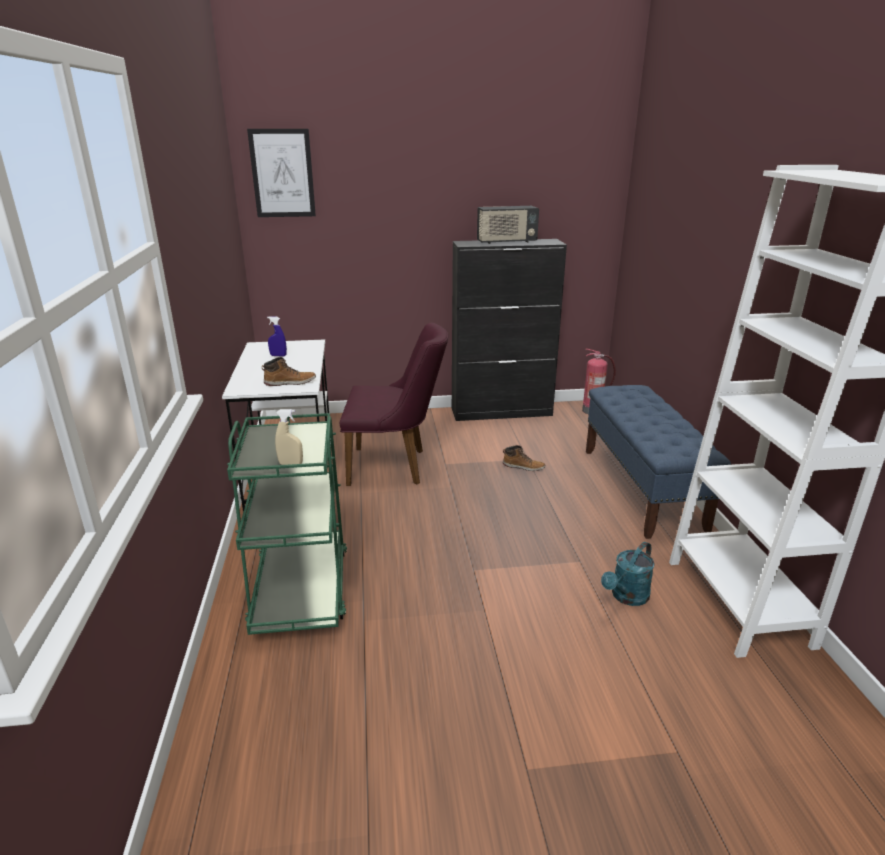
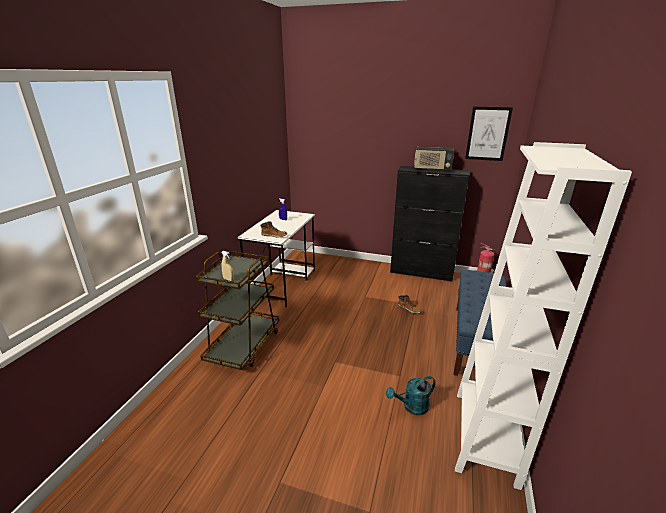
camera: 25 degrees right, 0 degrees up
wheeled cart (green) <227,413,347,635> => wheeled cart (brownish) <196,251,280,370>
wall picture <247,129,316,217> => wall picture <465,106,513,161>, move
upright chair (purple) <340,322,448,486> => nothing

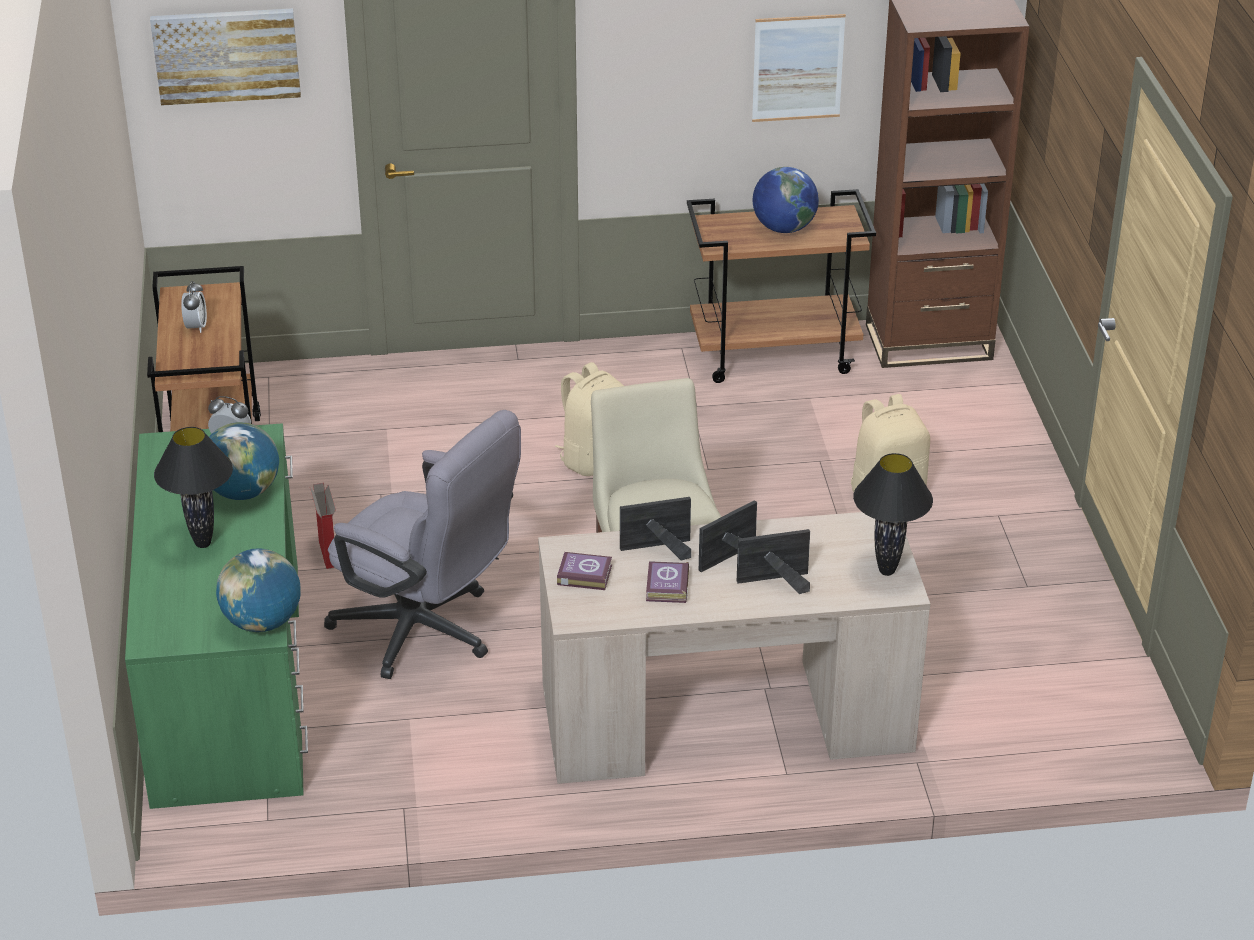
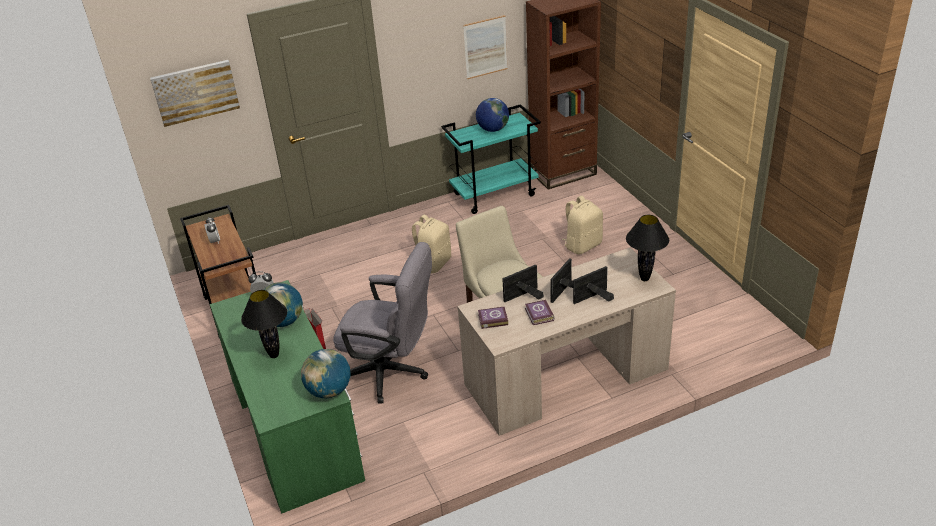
camera: 15 degrees left, 0 degrees up
wheeled cart (brownish) <687,189,876,383> => wheeled cart (blue-green) <441,104,541,214>

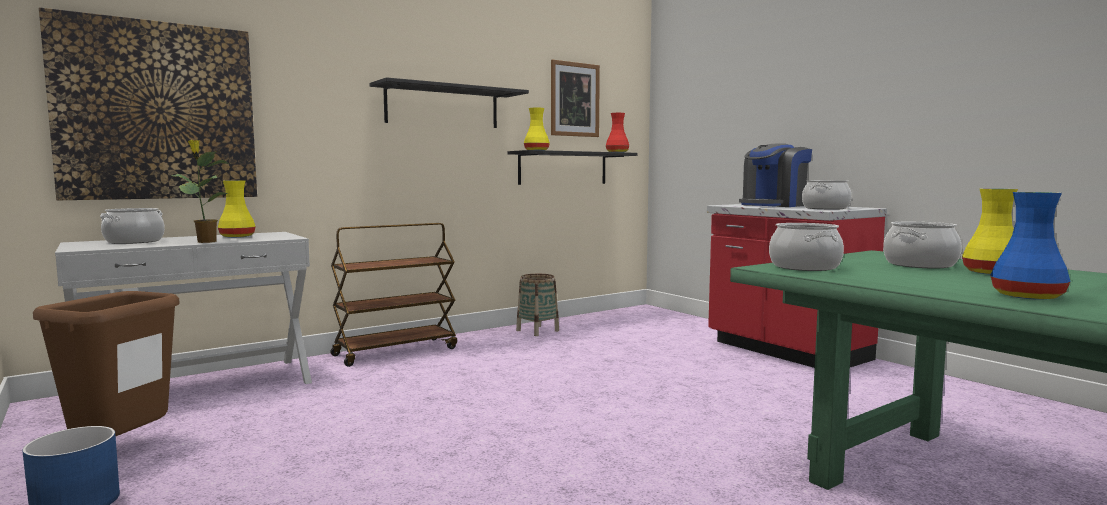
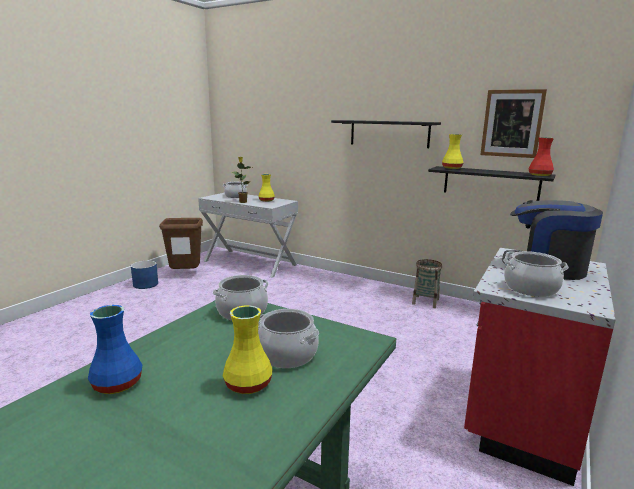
camera: 65 degrees right, 10 degrees up
wall picture <39,7,257,200> => nothing
wheeled cart (brownish) <330,223,457,367> => nothing

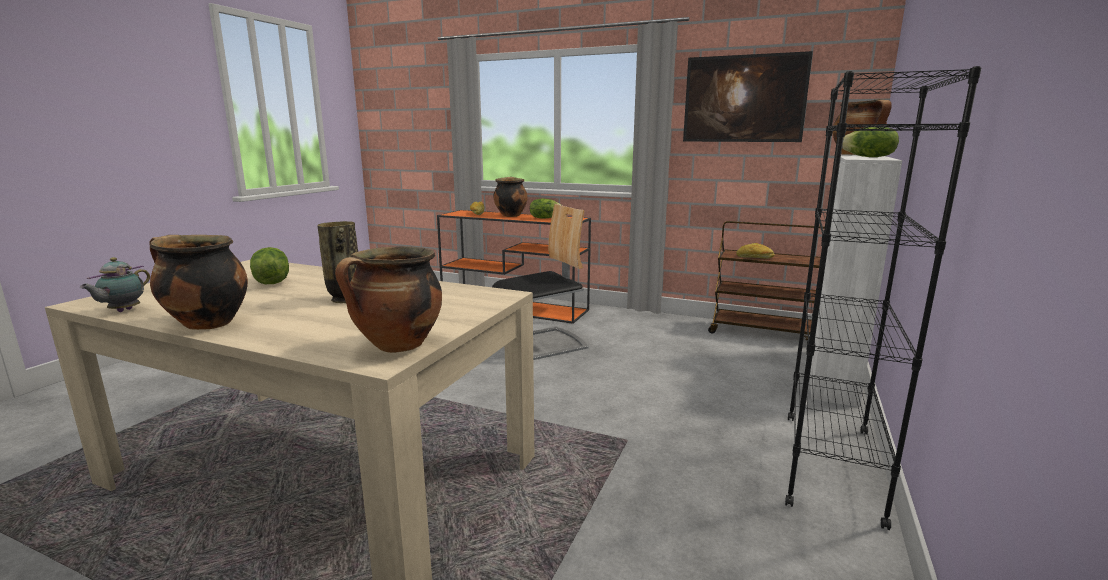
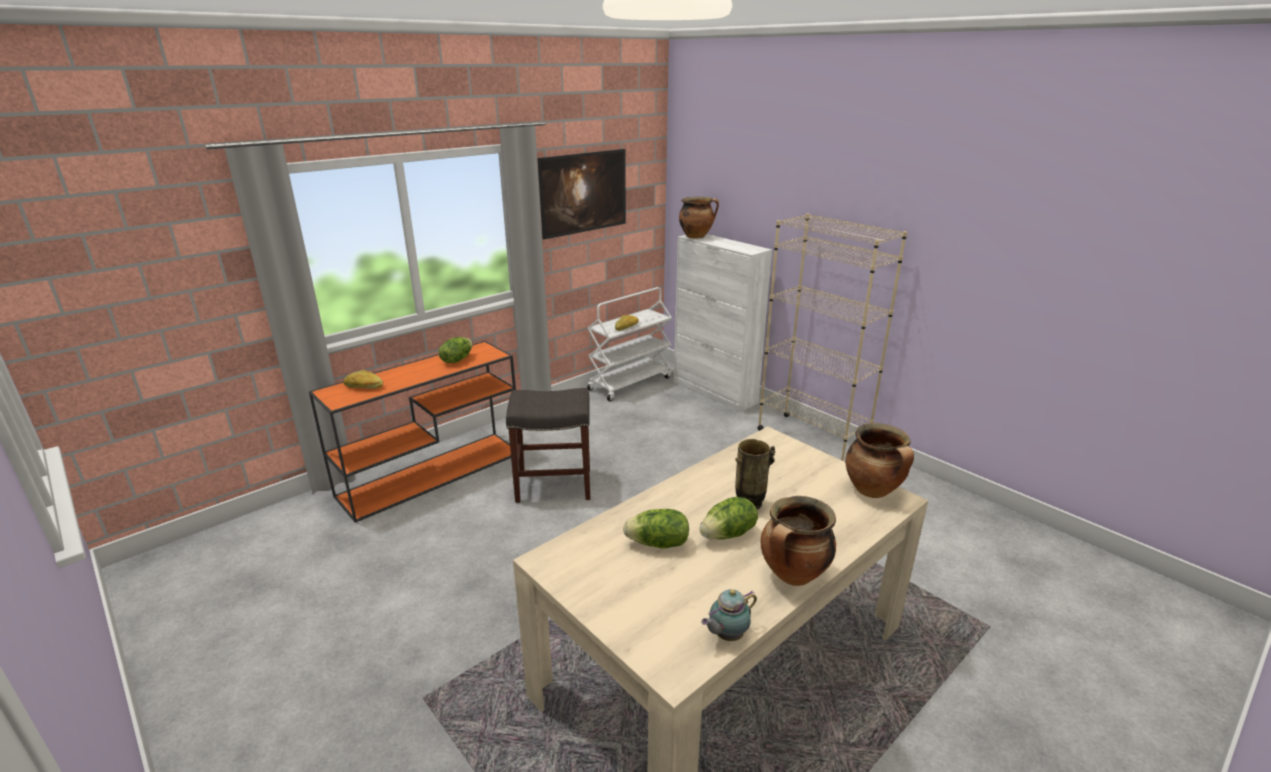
camera: 65 degrees left, 10 degrees up
upright chair <492,204,589,360> => stool (gray) <506,388,590,503>
wheeled cart (brownish) <708,221,825,343> => wheeled cart (whitish) <587,287,672,401>
lettuce head <842,127,899,157> => lettuce head <699,497,758,540>, move
tea pot <80,257,150,312> => tea pot <701,589,757,641>, 105 degrees clockwise
bookshelf (black) <785,66,981,530> => bookshelf (beige-coloured) <757,213,907,461>
cooking pot <494,177,528,217> => nothing

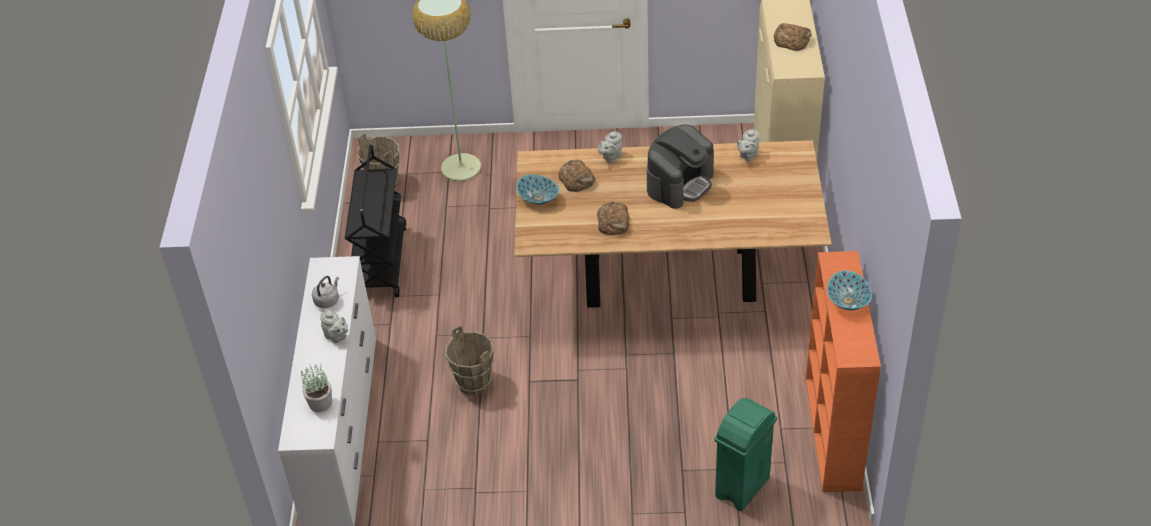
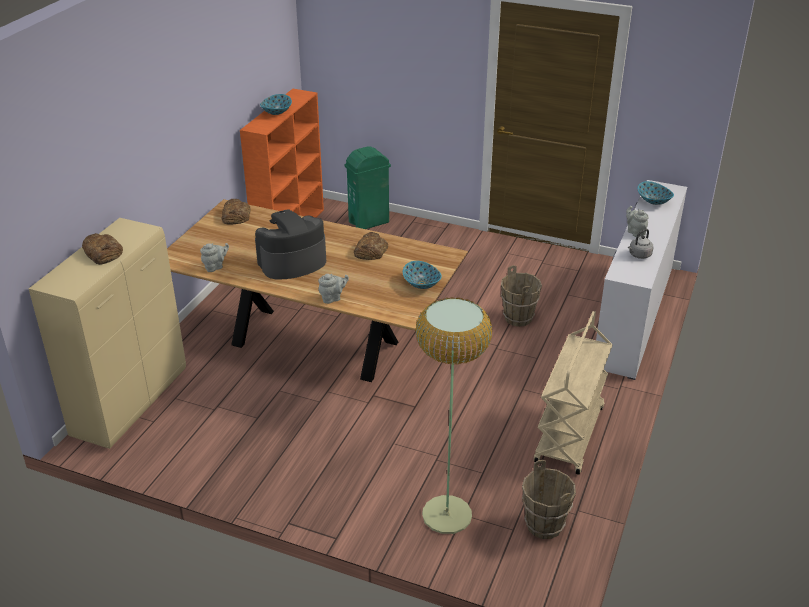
camera: 160 degrees left, 10 degrees down
baked bread <559,160,595,192> => baked bread <222,199,251,225>, move
wheeled cart (black) <345,145,407,297> => wheeled cart (beige-coloured) <534,311,613,475>
plant in a pot <301,364,332,412> => deep dish <638,181,674,205>

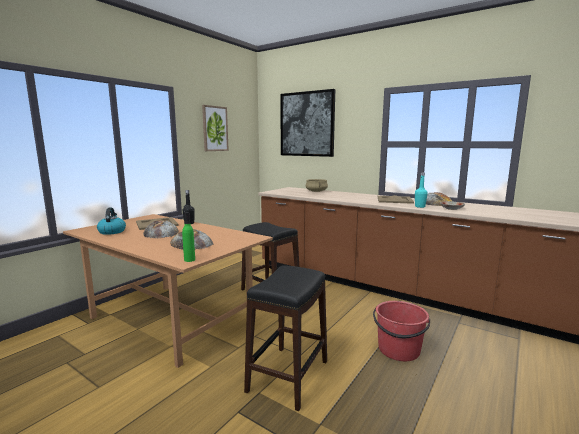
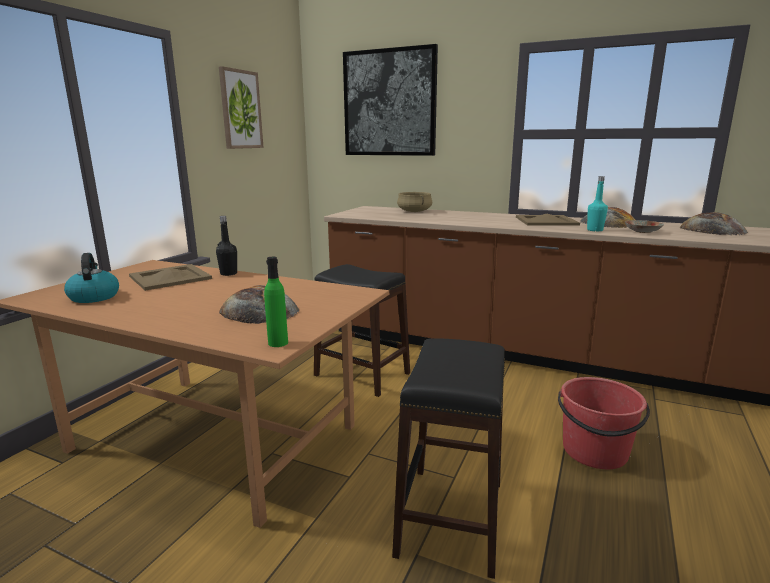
camera: 10 degrees left, 5 degrees up
baked bread <143,220,179,238> => baked bread <679,212,748,235>, move

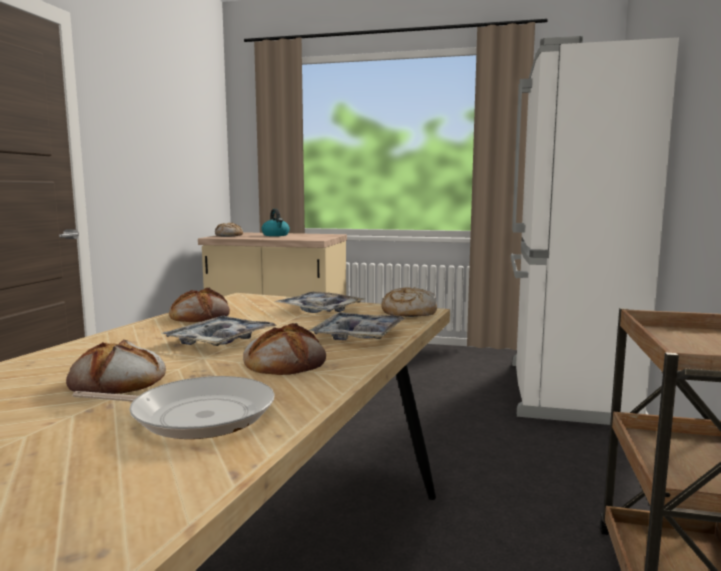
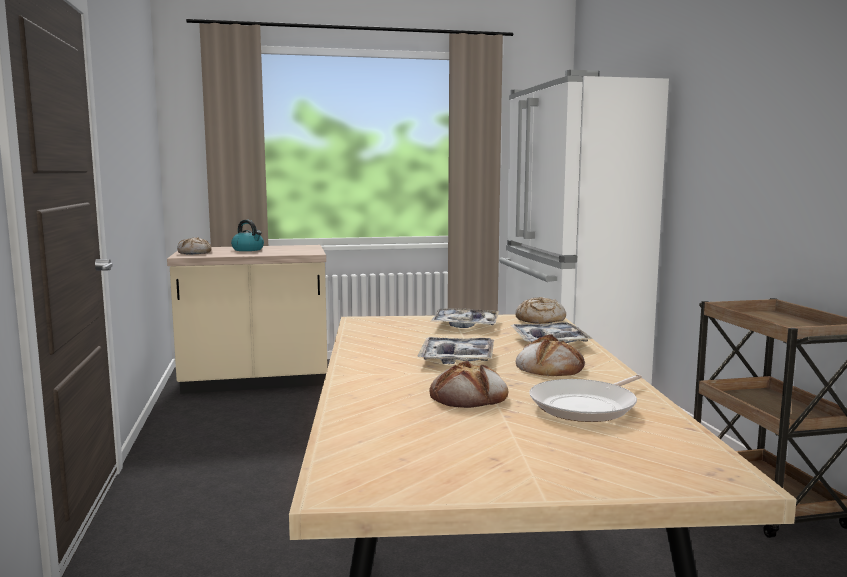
camera: 25 degrees left, 0 degrees up
skillet <72,376,275,439> => skillet <529,374,642,422>, 150 degrees clockwise
baked bread <169,288,230,322> => nothing

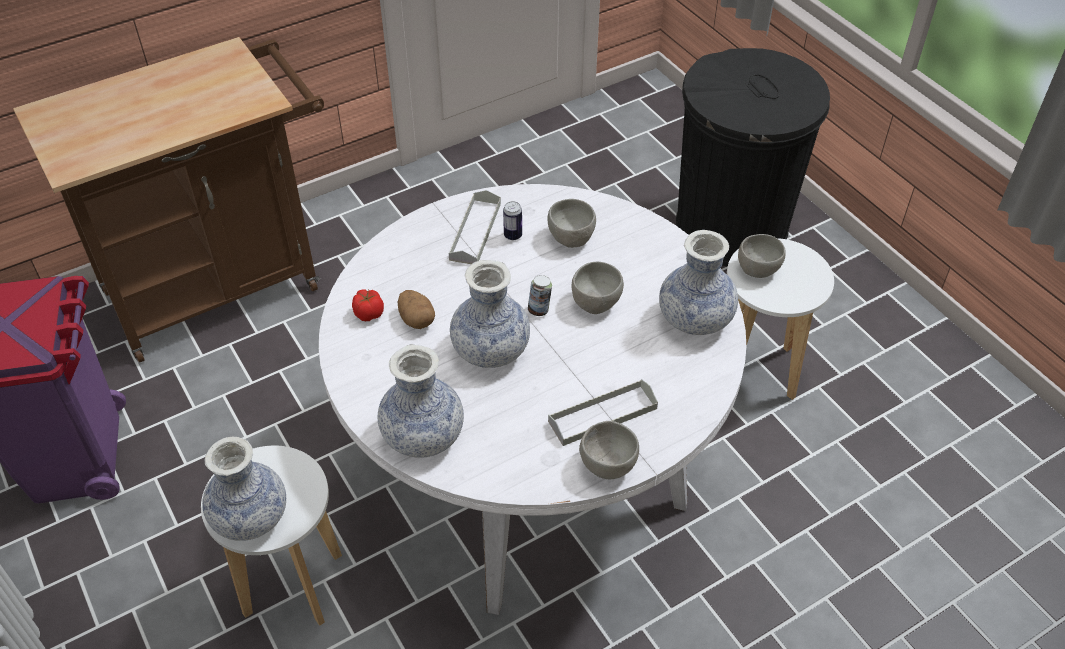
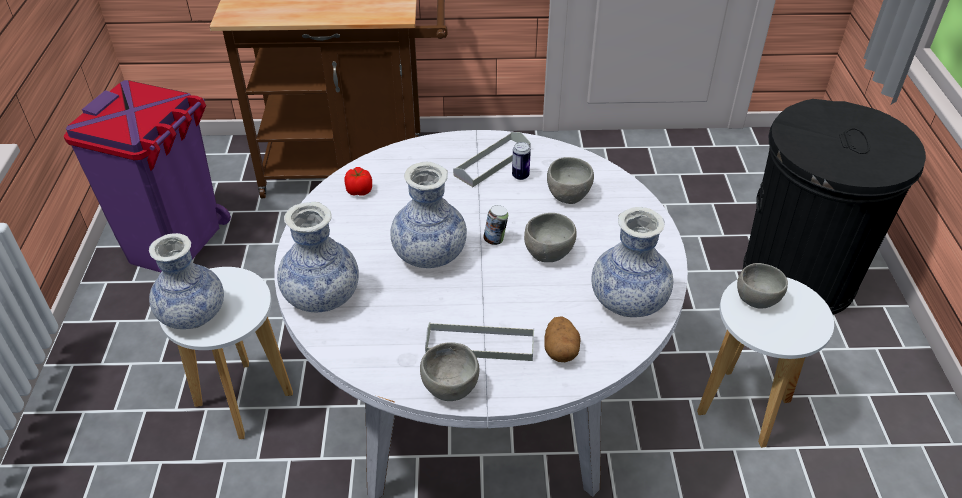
camera: 30 degrees right, 5 degrees down
potato <397,290,435,329> => potato <544,316,580,362>, move

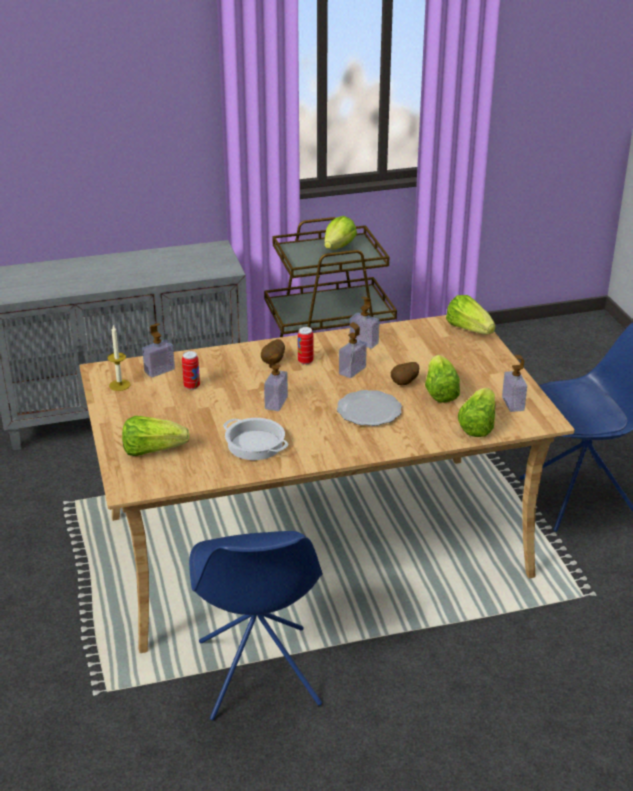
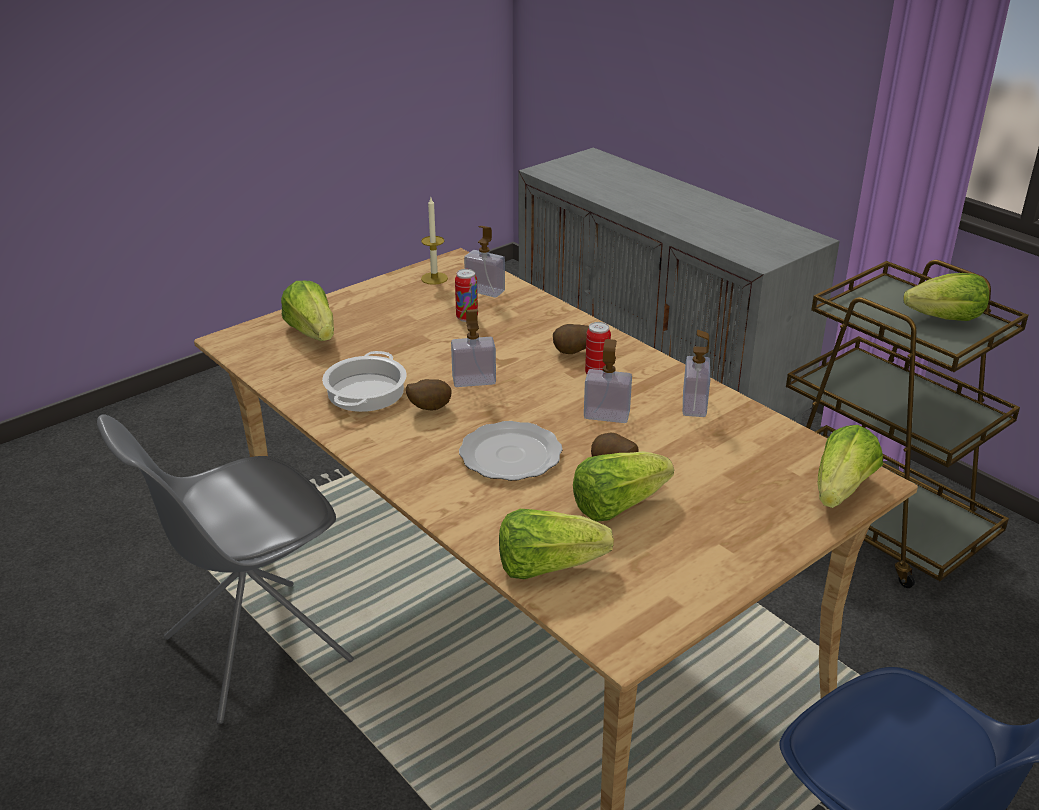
camera: 65 degrees right, 0 degrees up
upright chair (blue-coloured) <189,531,323,721> => upright chair (gray) <97,414,354,724>
nothing => potato <406,379,452,410>
soap dispenser <502,354,527,412> => nothing

